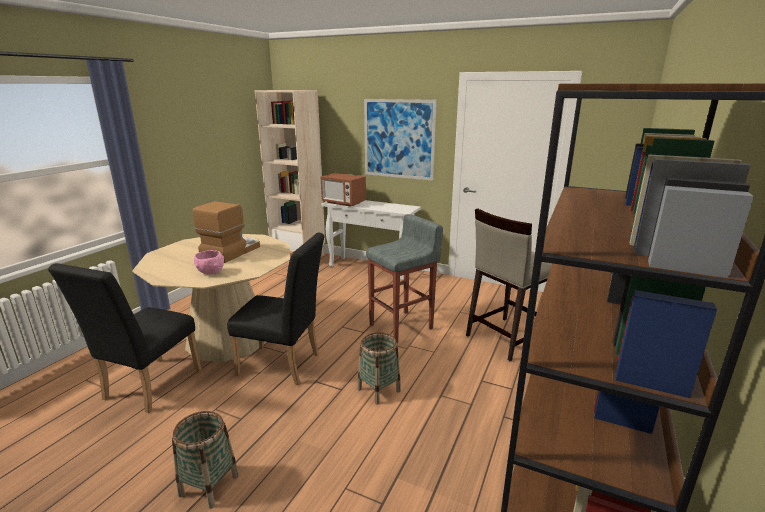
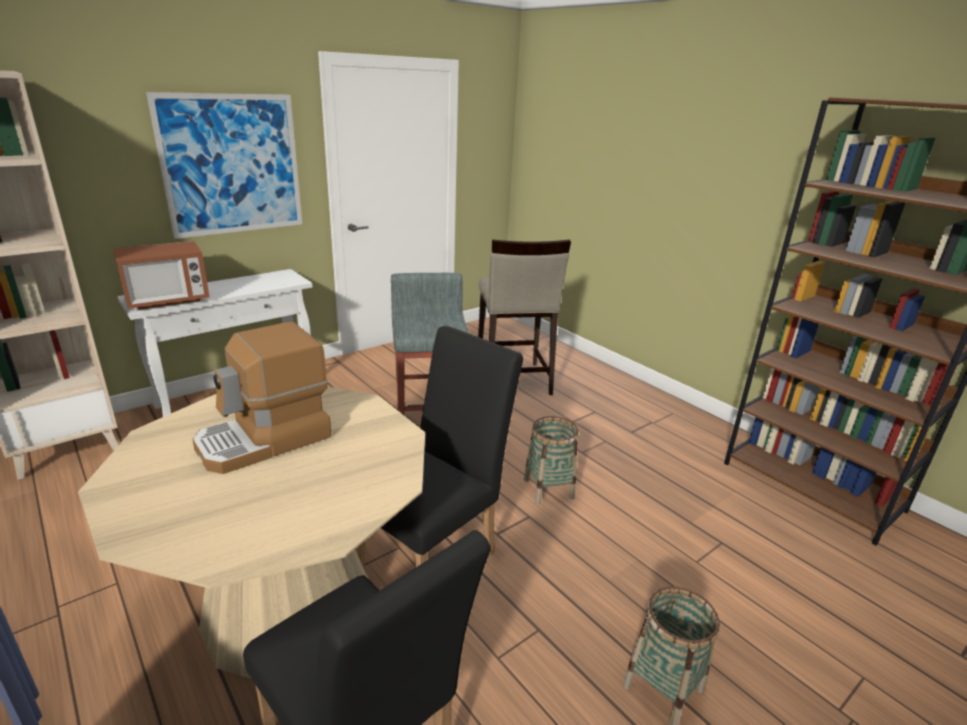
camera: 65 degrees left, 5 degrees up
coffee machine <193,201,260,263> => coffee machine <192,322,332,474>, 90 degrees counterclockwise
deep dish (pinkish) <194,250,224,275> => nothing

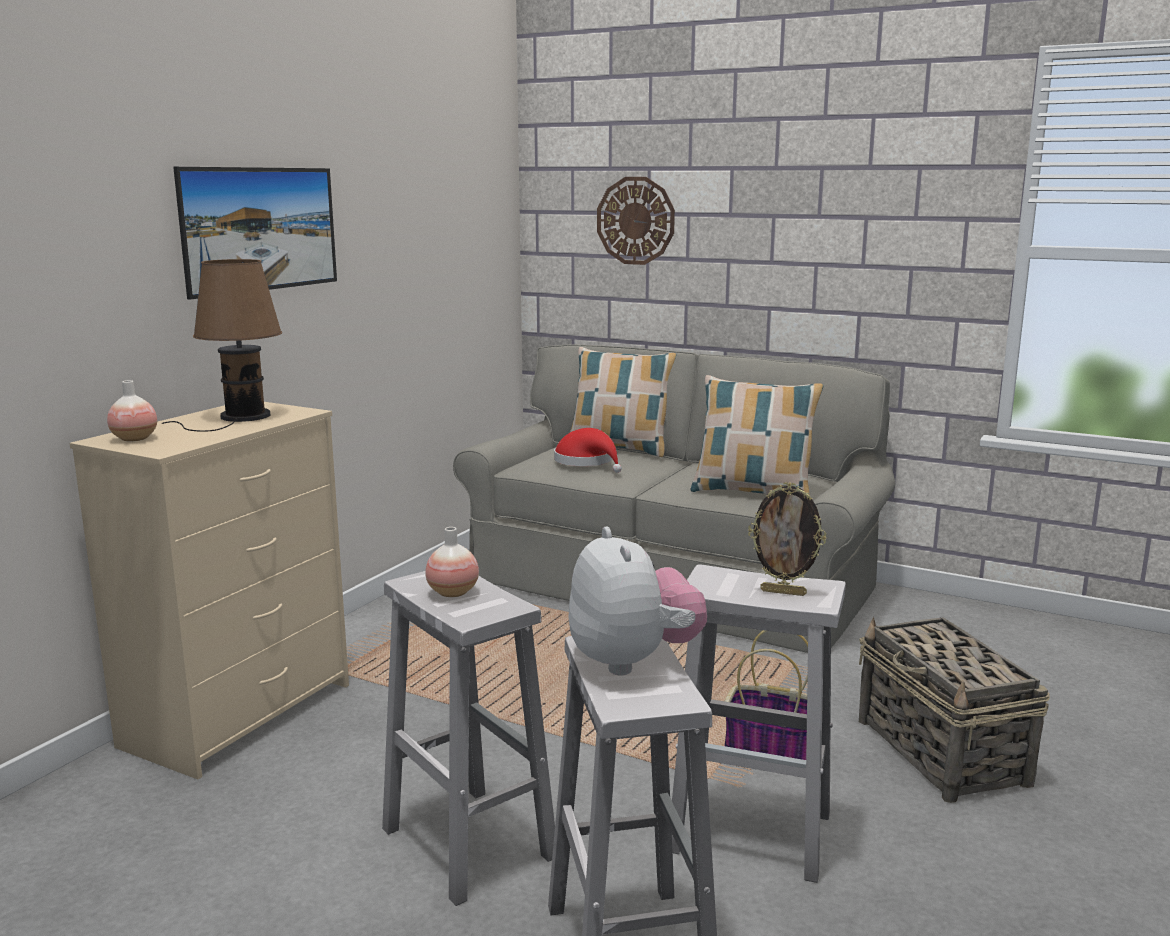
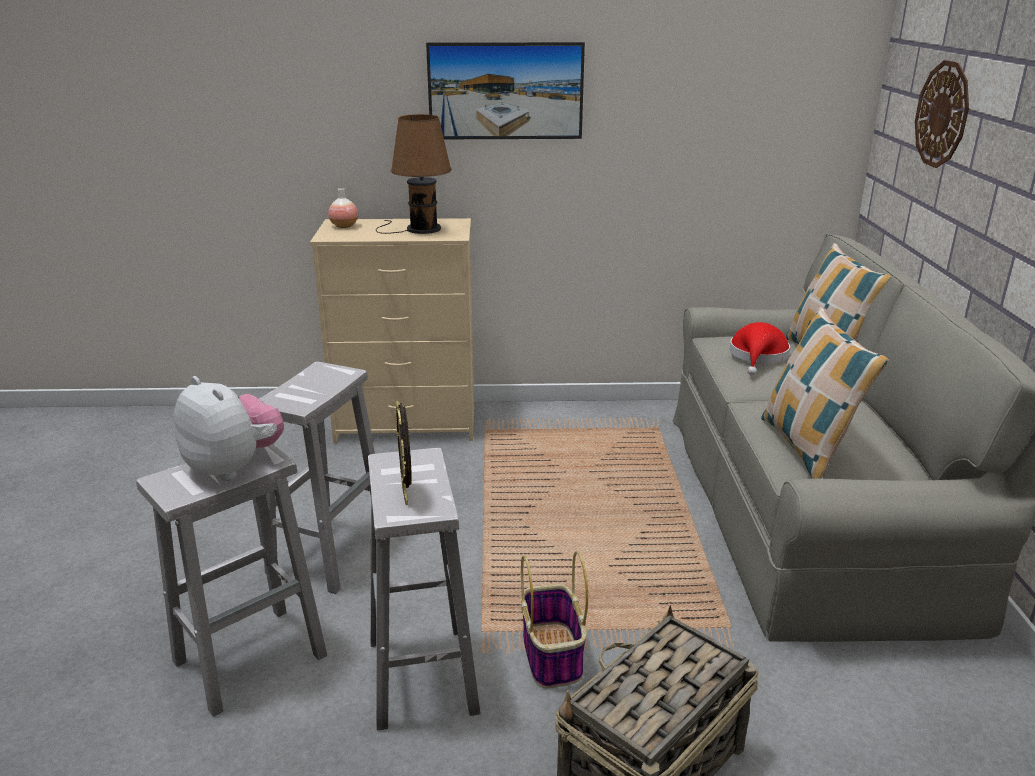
camera: 60 degrees right, 10 degrees up
cuddly toy <569,527,707,676> => cuddly toy <174,376,284,481>, 90 degrees counterclockwise
flower vase <425,527,479,597> => nothing

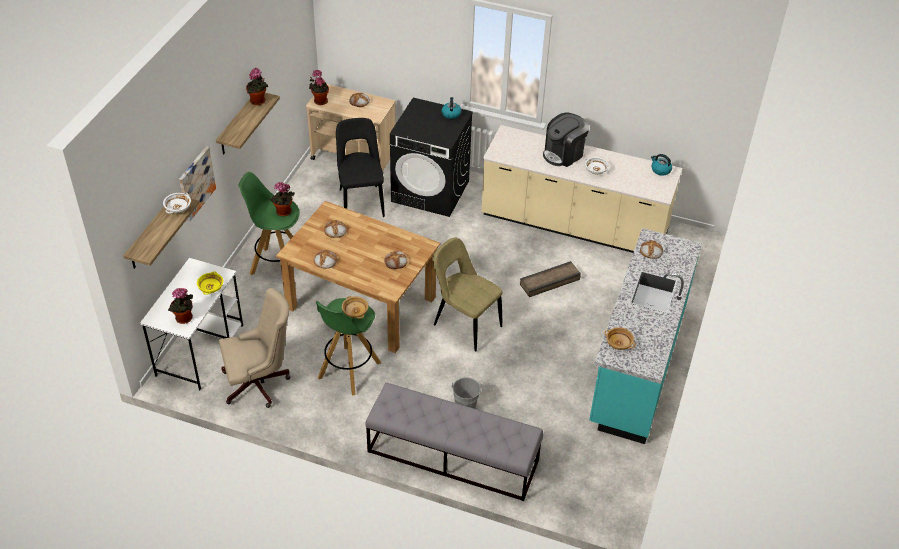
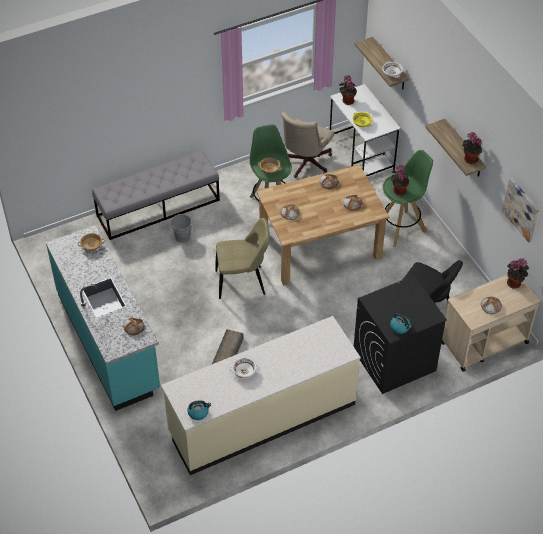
camera: 135 degrees right, 5 degrees up
wall picture <179,146,216,221> => wall picture <502,178,539,242>, move
coffee machine <543,113,589,167> => nothing

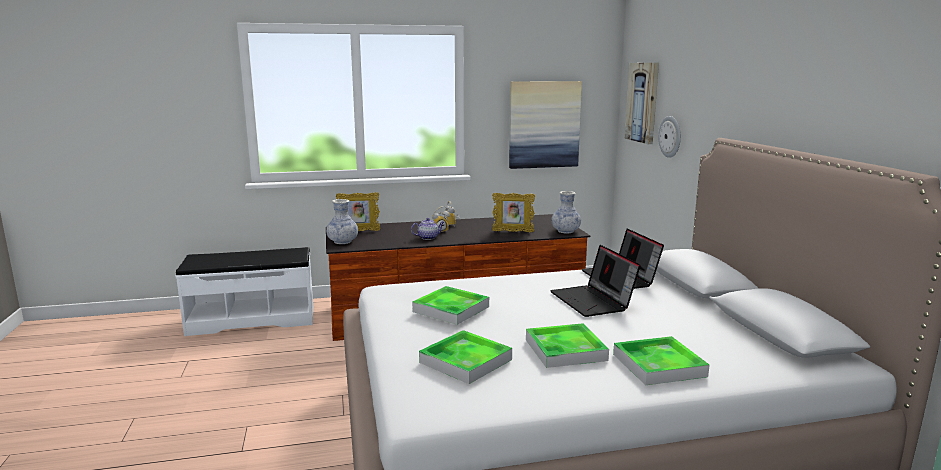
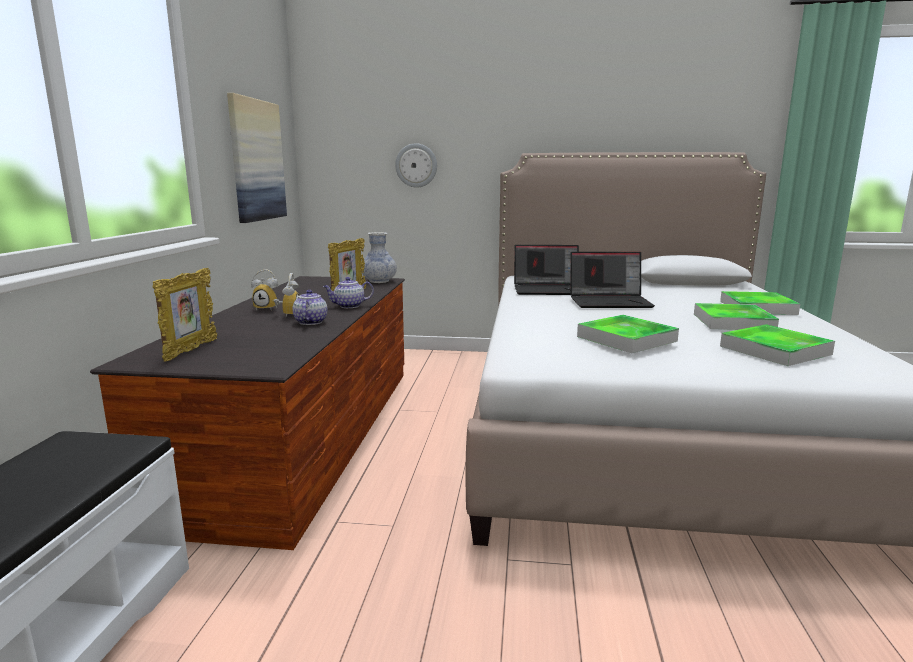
camera: 70 degrees left, 0 degrees up
nothing => tea pot <323,277,374,308>
flower vase <326,199,358,244> => nothing
wall picture <625,63,659,144> => nothing

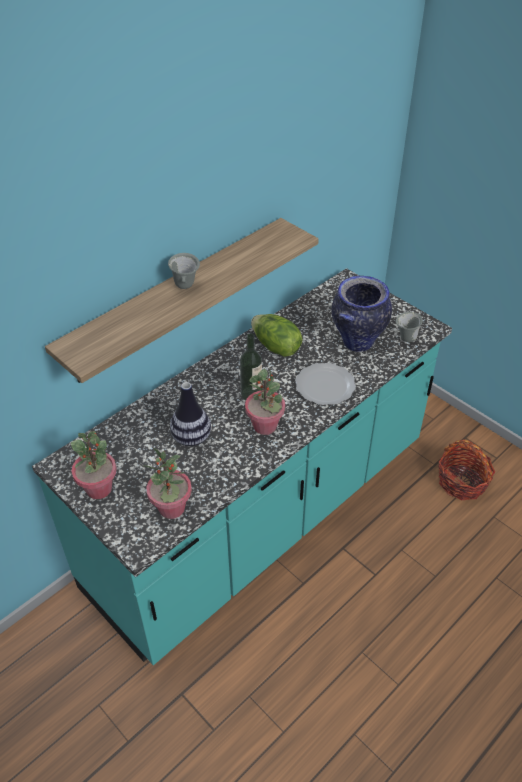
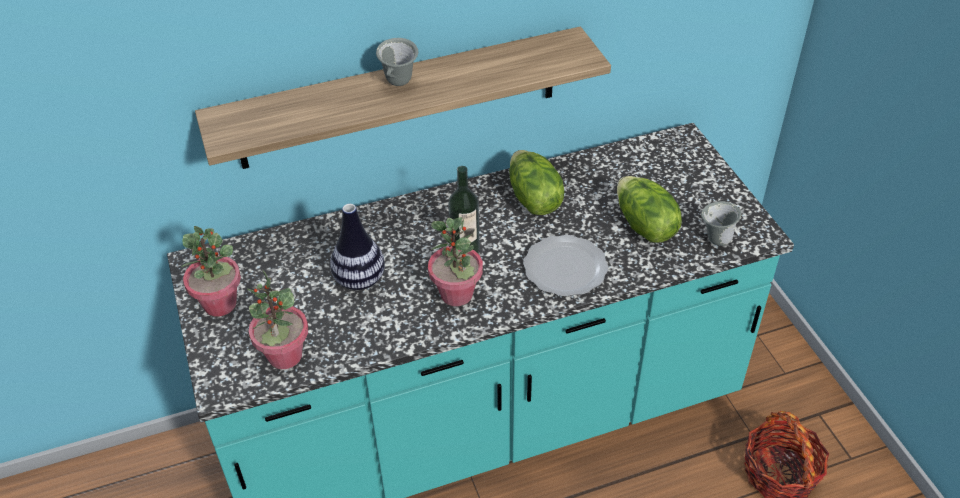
camera: 25 degrees right, 0 degrees up
flower vase <332,276,392,352> => lettuce head <617,176,682,242>

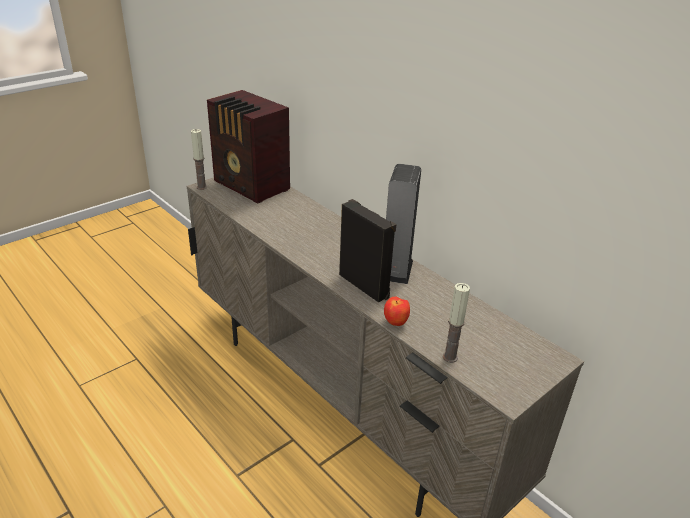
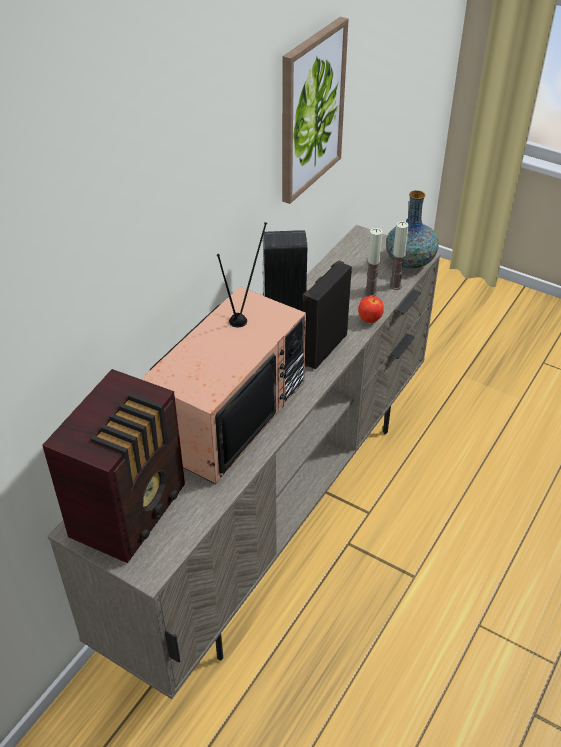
camera: 105 degrees left, 10 degrees up
nothing => TV set <141,222,306,484>
nothing => wall picture <282,17,349,204>
wax light <191,129,207,190> => wax light <364,228,383,296>, move
nothing => flower vase <386,190,439,268>

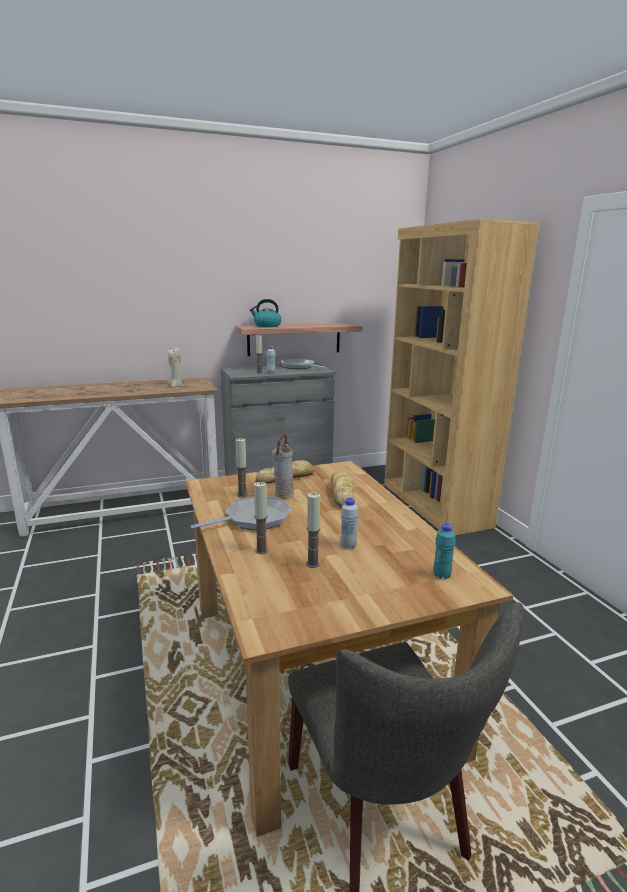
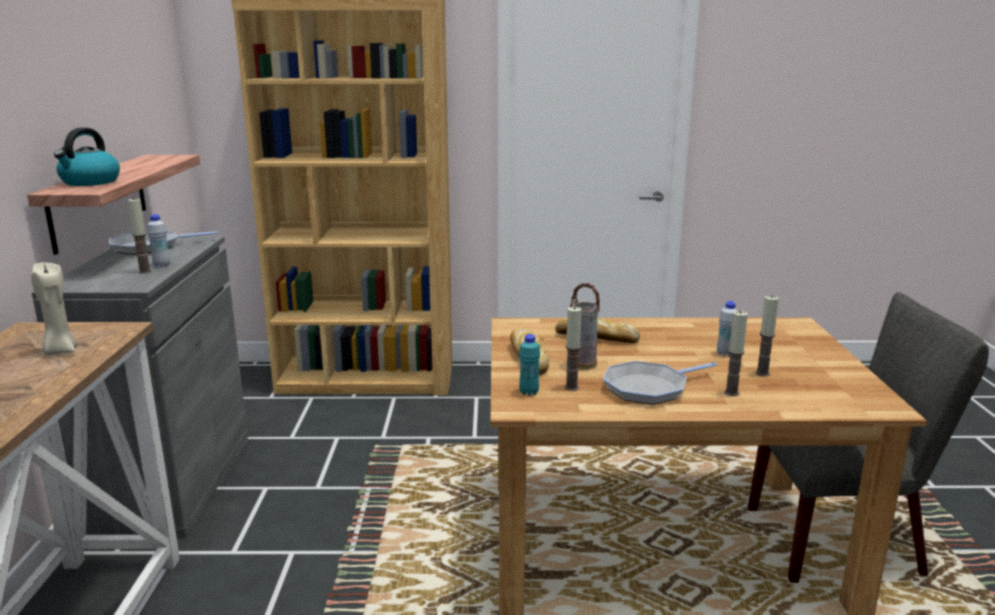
camera: 70 degrees left, 0 degrees up
drink bottle (blue-green) <433,523,456,579> => drink bottle (blue-green) <519,334,540,396>, move
skillet <190,496,291,530> => skillet <603,361,717,405>, 105 degrees counterclockwise

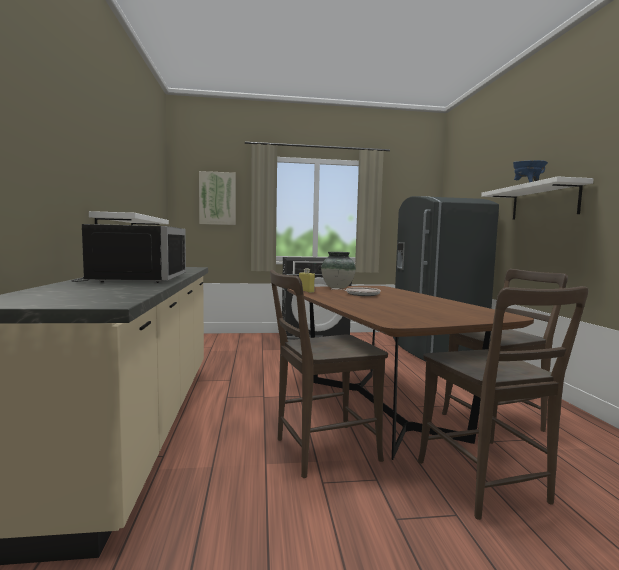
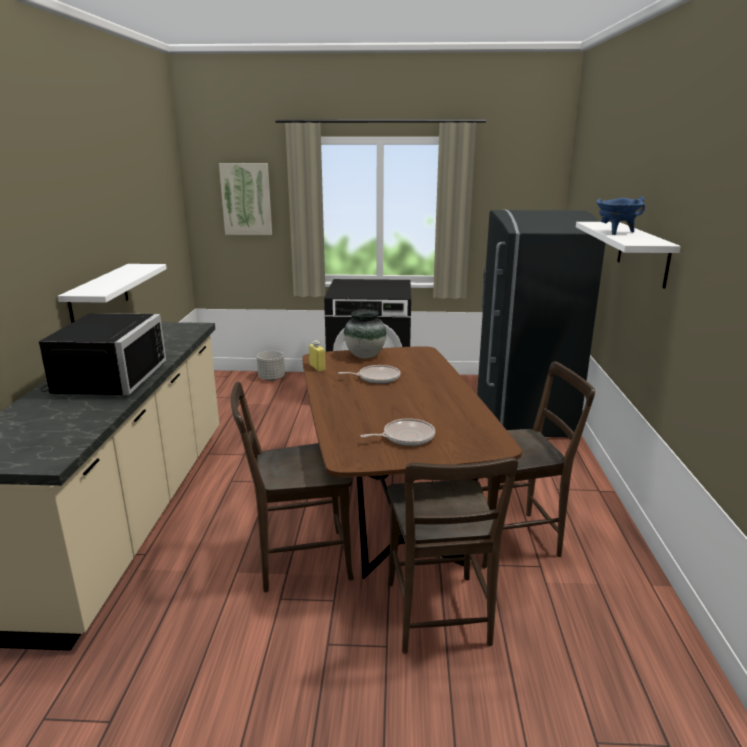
camera: 10 degrees right, 15 degrees up
nothing => plant pot (gray) <257,351,285,381>
nothing => skillet <360,419,435,446>

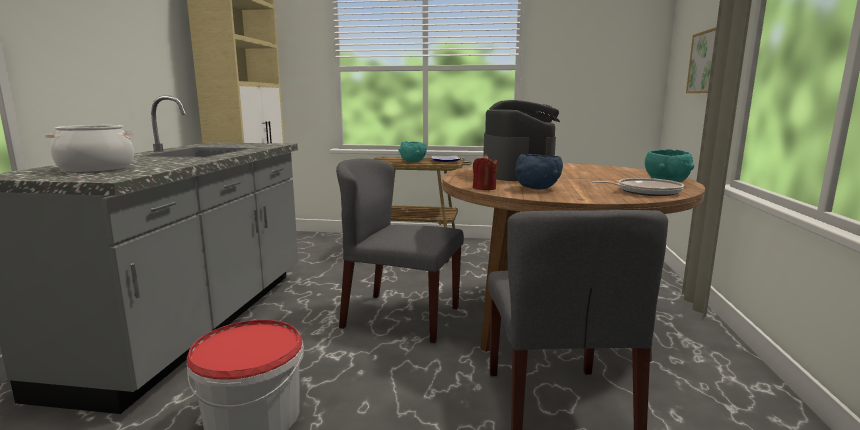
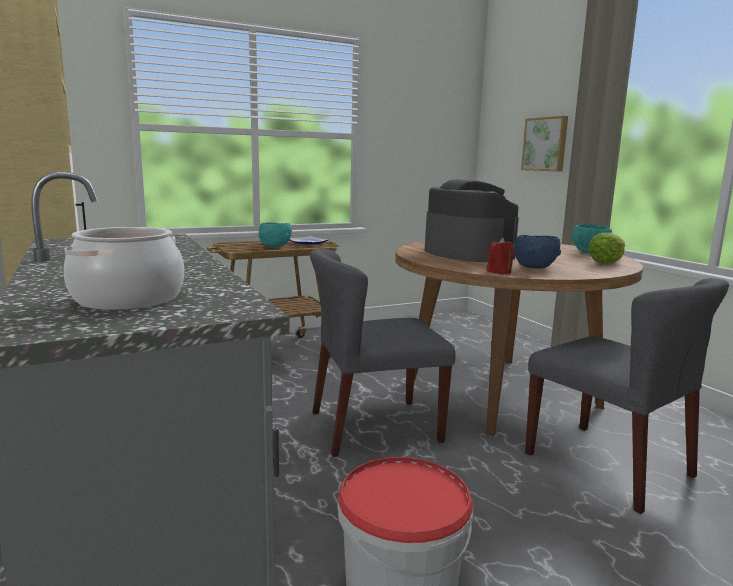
camera: 35 degrees left, 0 degrees up
skillet <592,178,684,196> => lettuce head <588,233,625,264>

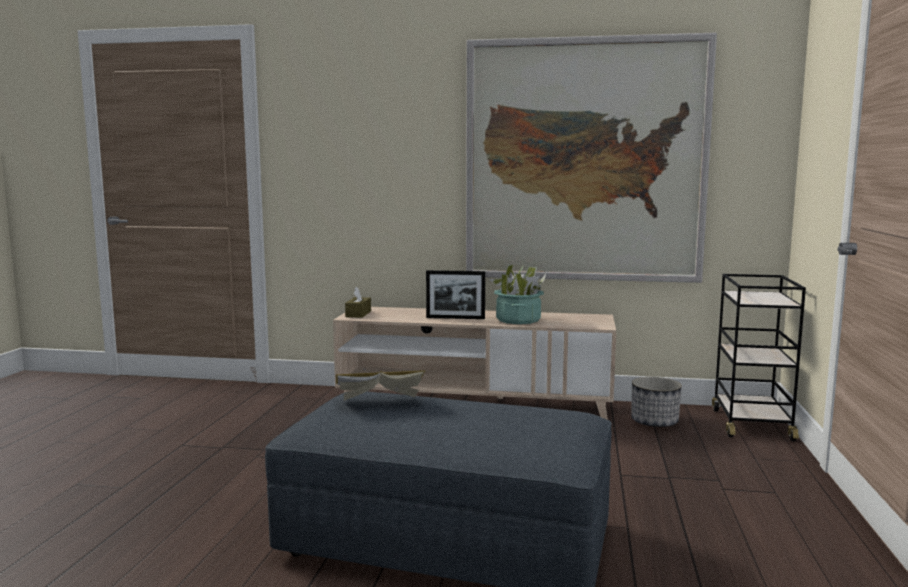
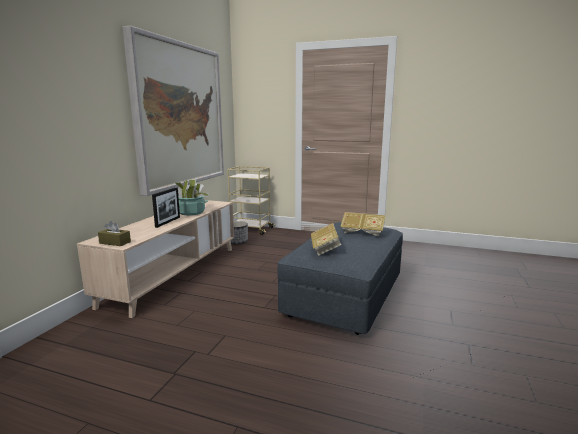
camera: 80 degrees left, 5 degrees up
wheeled cart (black) <712,274,806,441> => wheeled cart (beige-coloured) <227,166,275,235>
nothing => volume <340,212,385,237>

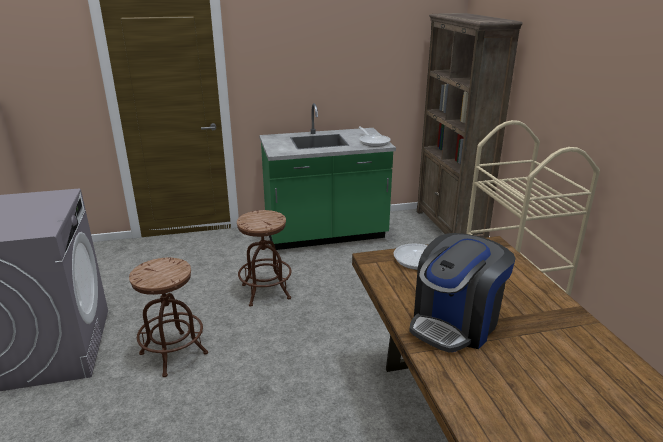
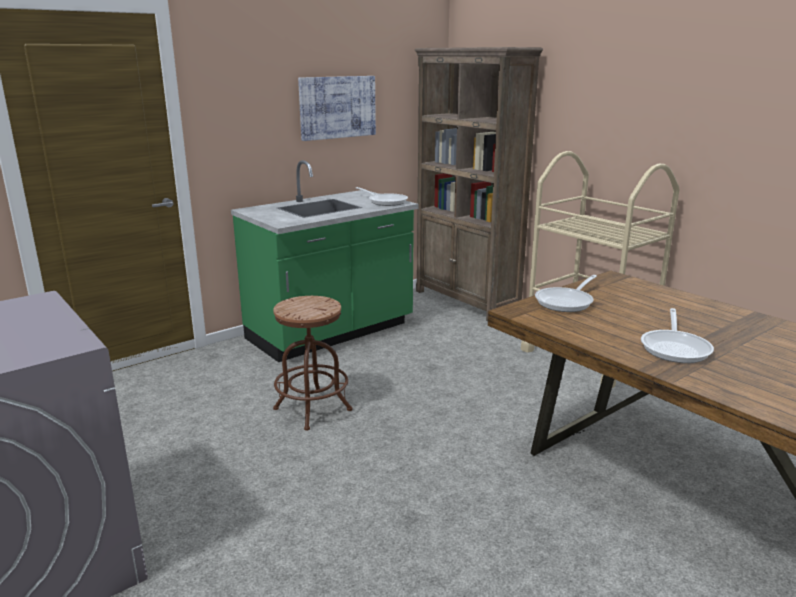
camera: 25 degrees left, 5 degrees down
nothing => wall picture <298,76,376,141>
coffee machine <409,233,516,353> => skillet <641,308,714,363>
stool (brownish) <129,258,208,377> => nothing

